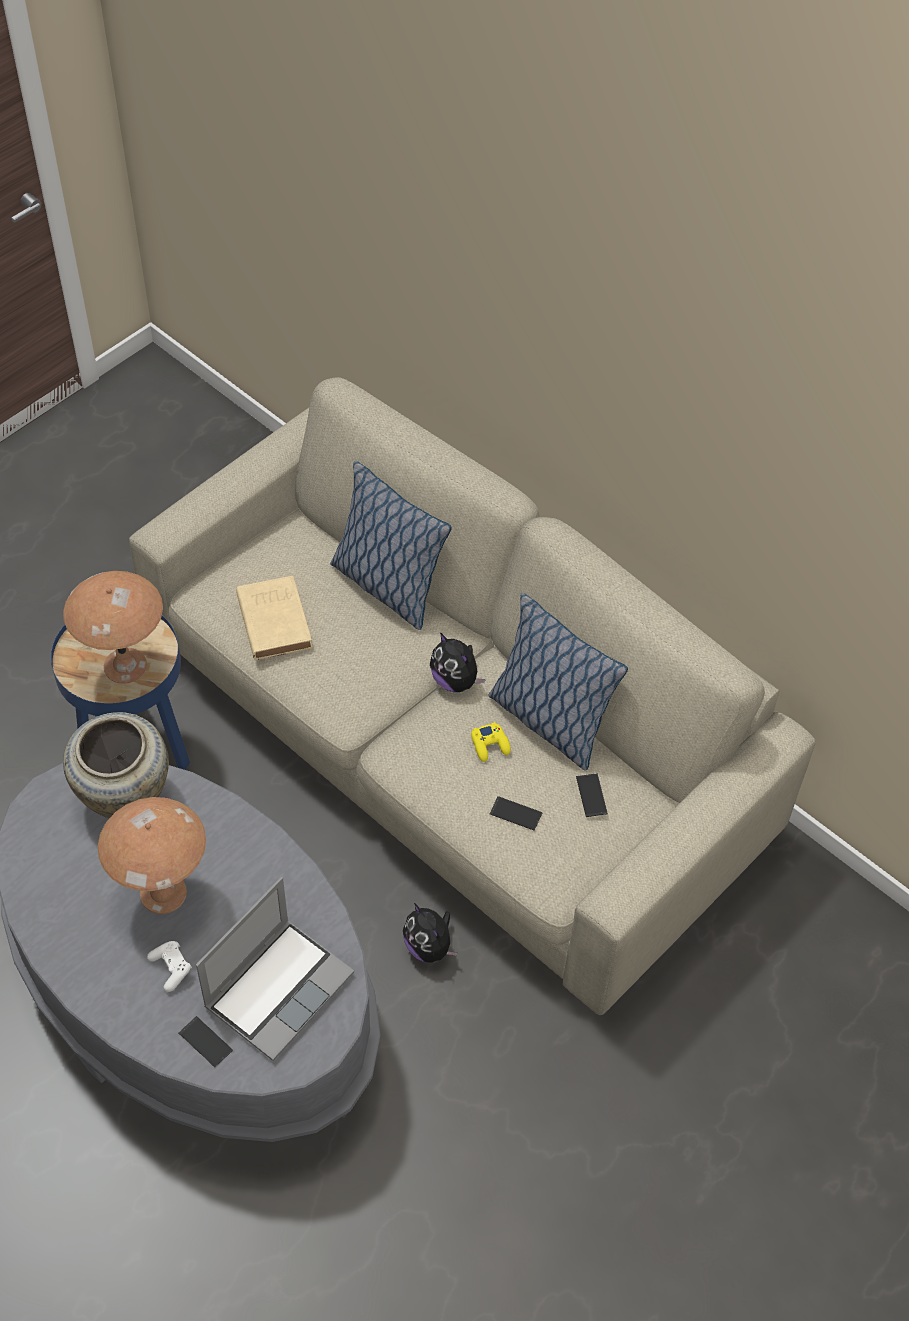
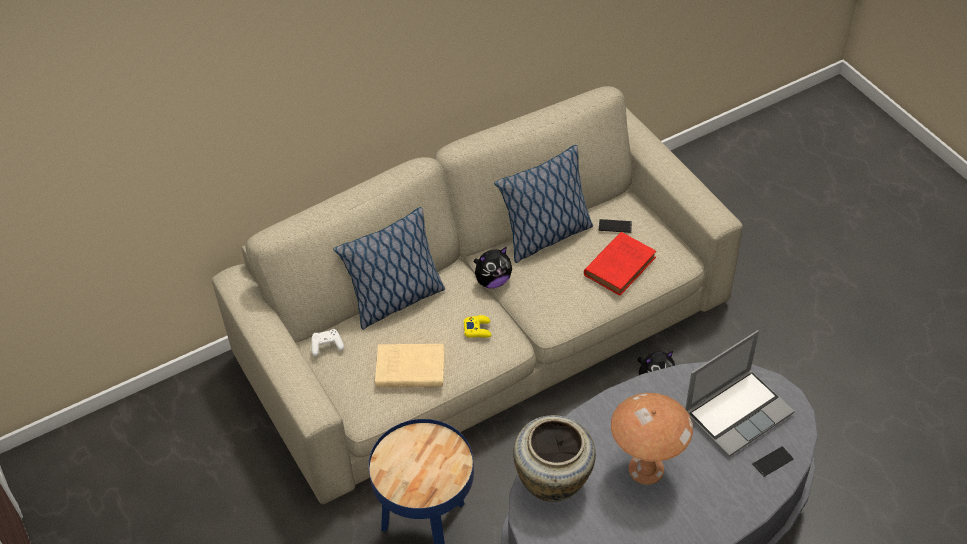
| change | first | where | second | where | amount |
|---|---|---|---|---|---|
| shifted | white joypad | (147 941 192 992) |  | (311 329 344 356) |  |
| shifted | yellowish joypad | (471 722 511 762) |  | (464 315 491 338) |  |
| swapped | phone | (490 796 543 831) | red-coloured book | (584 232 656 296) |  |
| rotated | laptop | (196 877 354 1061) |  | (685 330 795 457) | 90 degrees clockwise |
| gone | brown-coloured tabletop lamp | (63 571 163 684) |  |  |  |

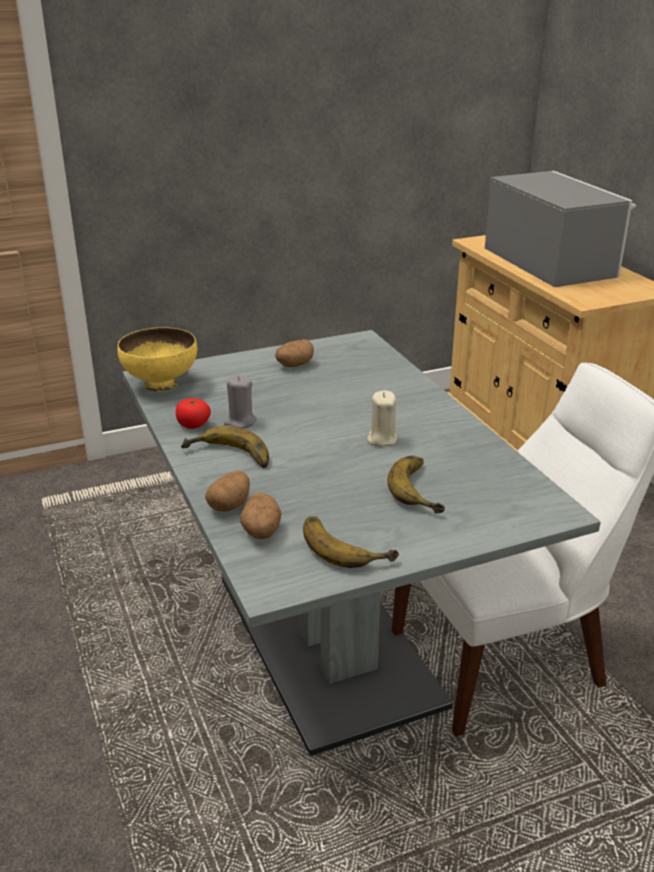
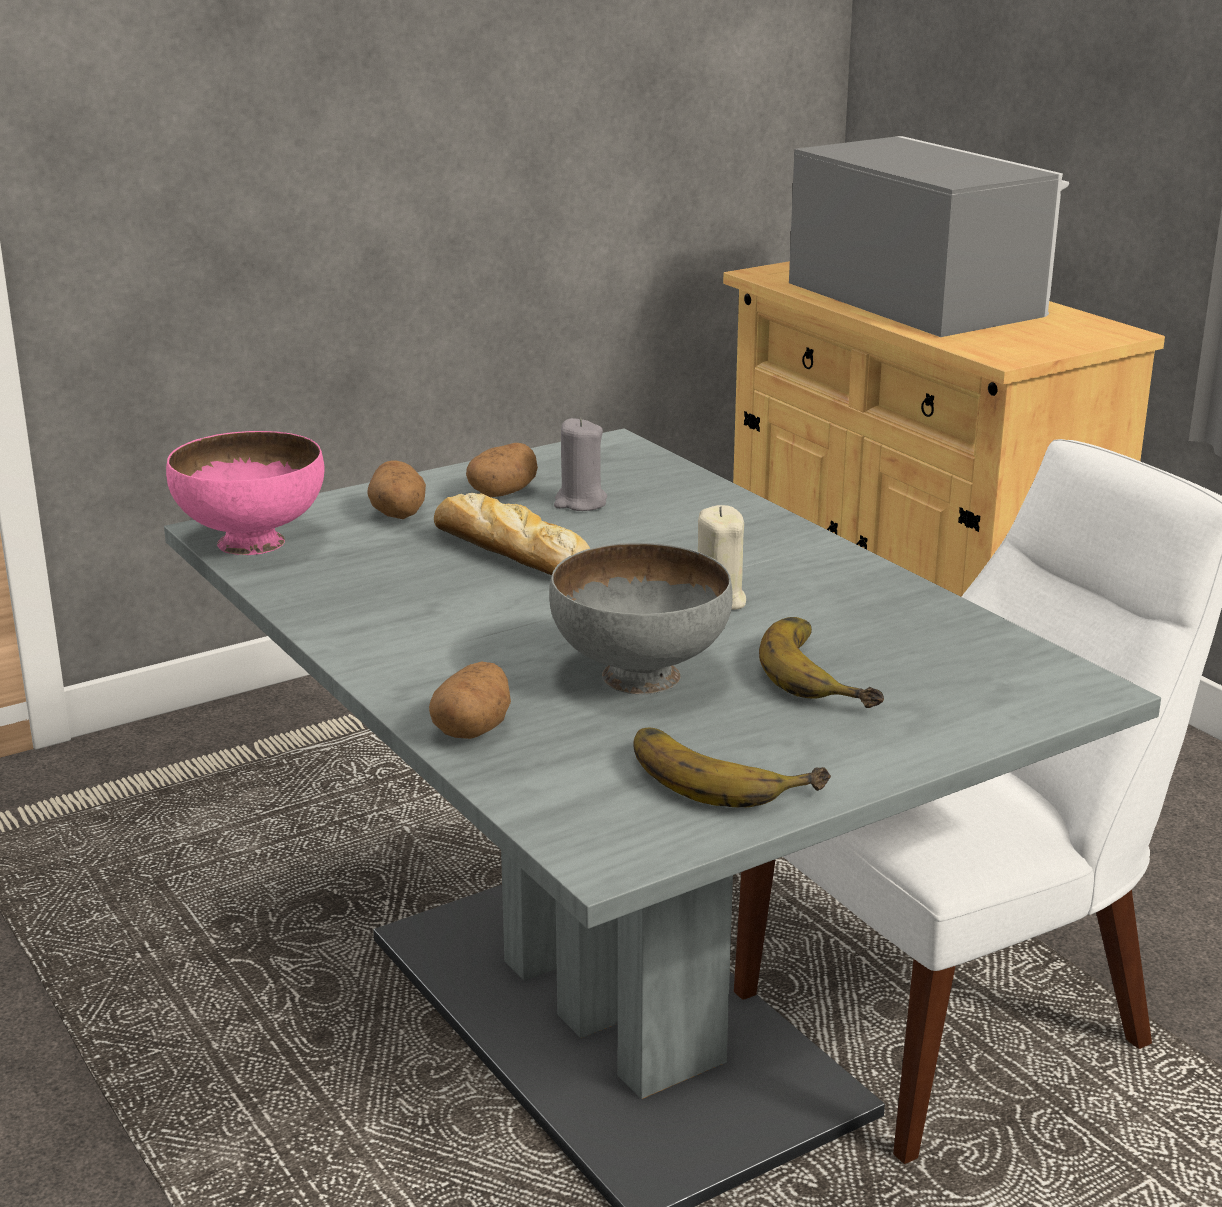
| change | first | where | second | where | amount |
|---|---|---|---|---|---|
| repainted | yellowish serving bowl | (117 327 197 392) | pink serving bowl | (166 431 324 555) |  |
| shifted | potato | (240 493 281 539) |  | (368 460 426 519) |  |
| new |  |  | bread | (434 493 590 576) |  |
| new |  |  | grey serving bowl | (549 543 733 695) |  |
| shifted | grey wax light | (224 374 257 429) |  | (554 418 607 511) |  |
| gone | fresh tomato | (176 398 211 429) |  |  |  |
| gone | banana | (181 426 269 468) |  |  |  |

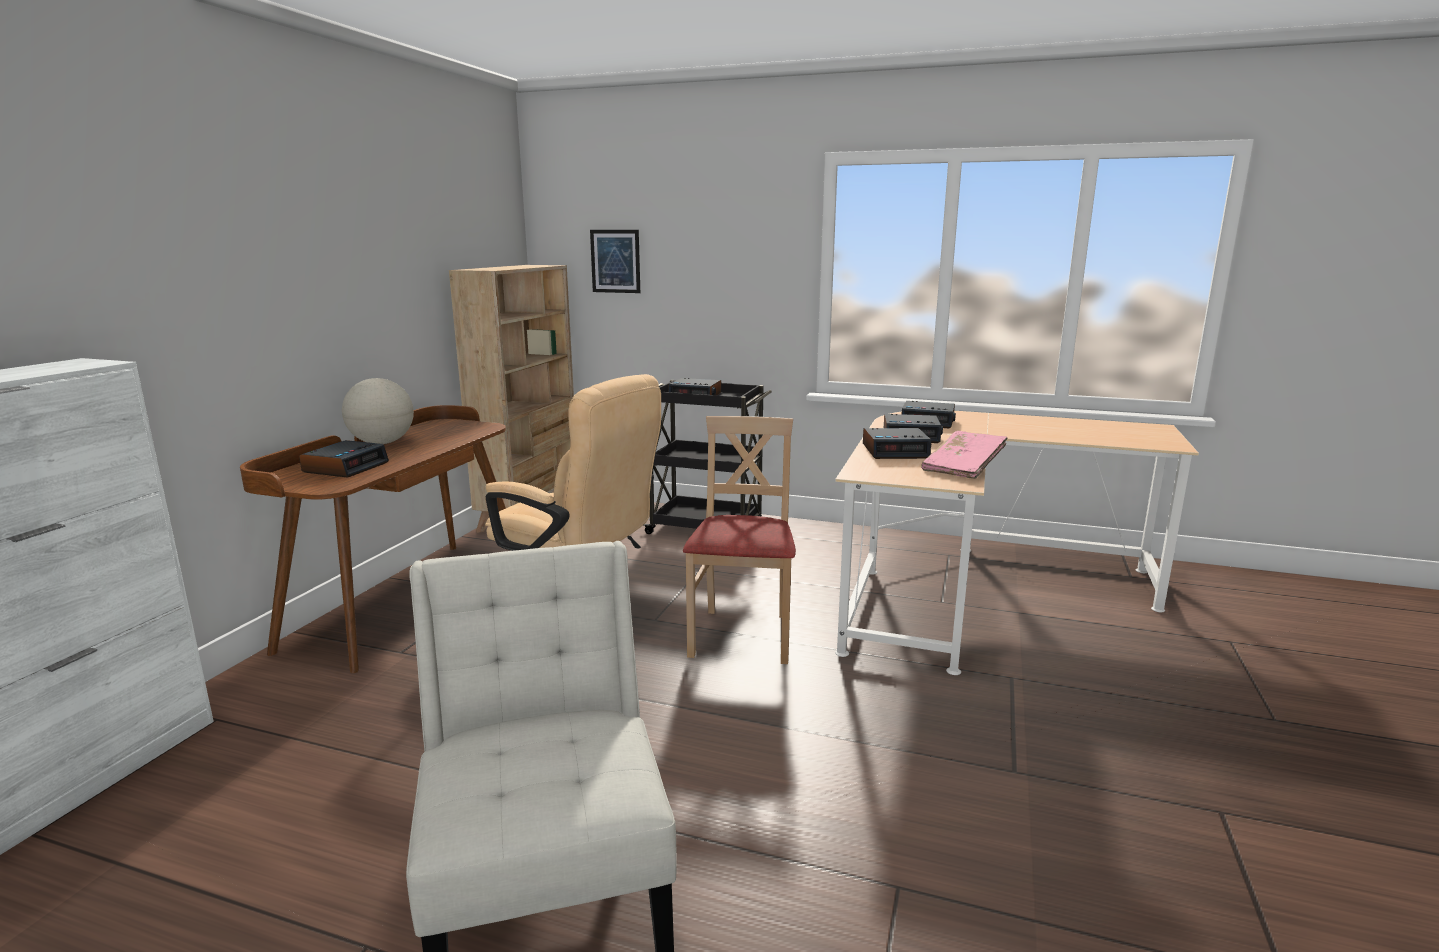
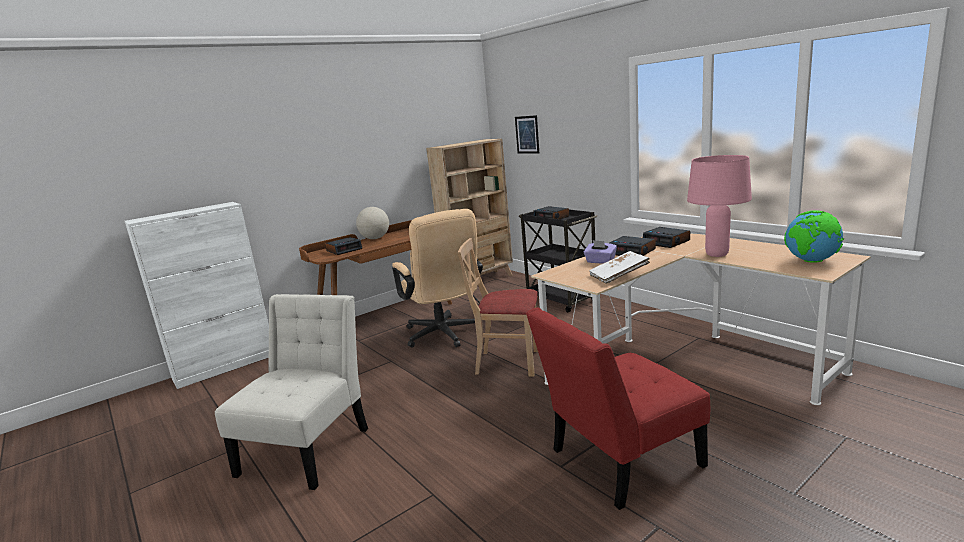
| change | first | where | second | where | amount |
|---|---|---|---|---|---|
| rotated | sand-coloured chair | (683 416 796 664) |  | (458 238 538 377) | 120 degrees counterclockwise |
| new |  |  | red-coloured chair | (526 307 710 510) |  |
| swapped | table clock | (863 428 931 459) | purple-coloured tissue box | (584 240 617 264) |  |
| repainted | pink book | (921 431 1008 479) | white book | (589 251 650 284) |  |
| new |  |  | pink tabletop lamp | (687 155 752 257) |  |
| new |  |  | globe | (784 210 844 263) |  |

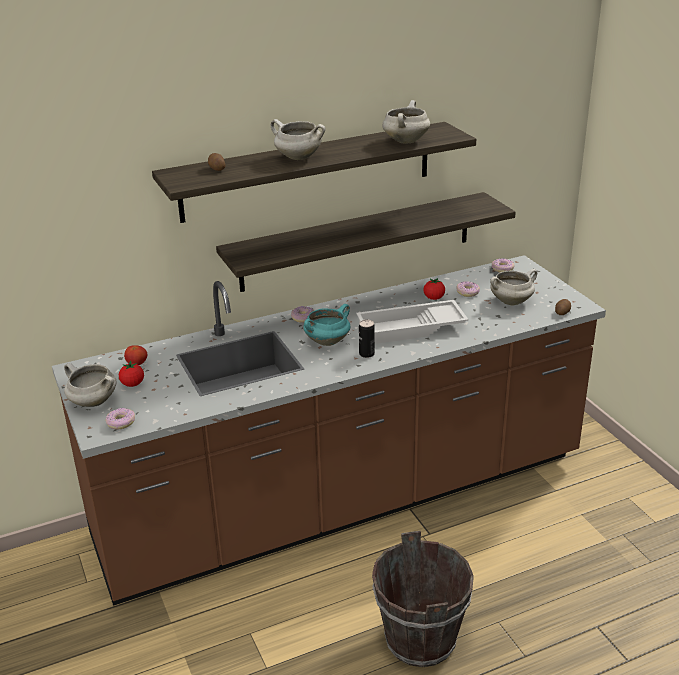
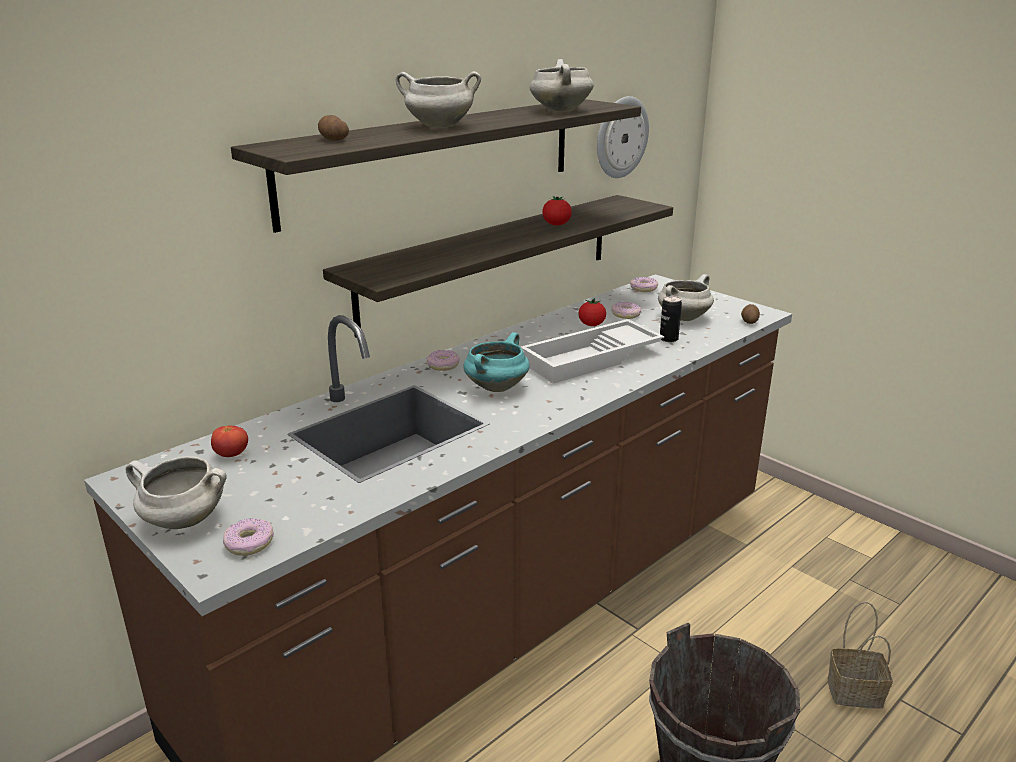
| change | first | where | second | where | amount |
|---|---|---|---|---|---|
| shifted | fresh tomato | (119 361 144 387) |  | (542 196 572 226) |  |
| new |  |  | hanging clock | (597 96 649 178) |  |
| shifted | sealed can | (359 319 375 358) |  | (660 296 682 342) |  |
| new |  |  | basket | (828 602 893 709) |  |

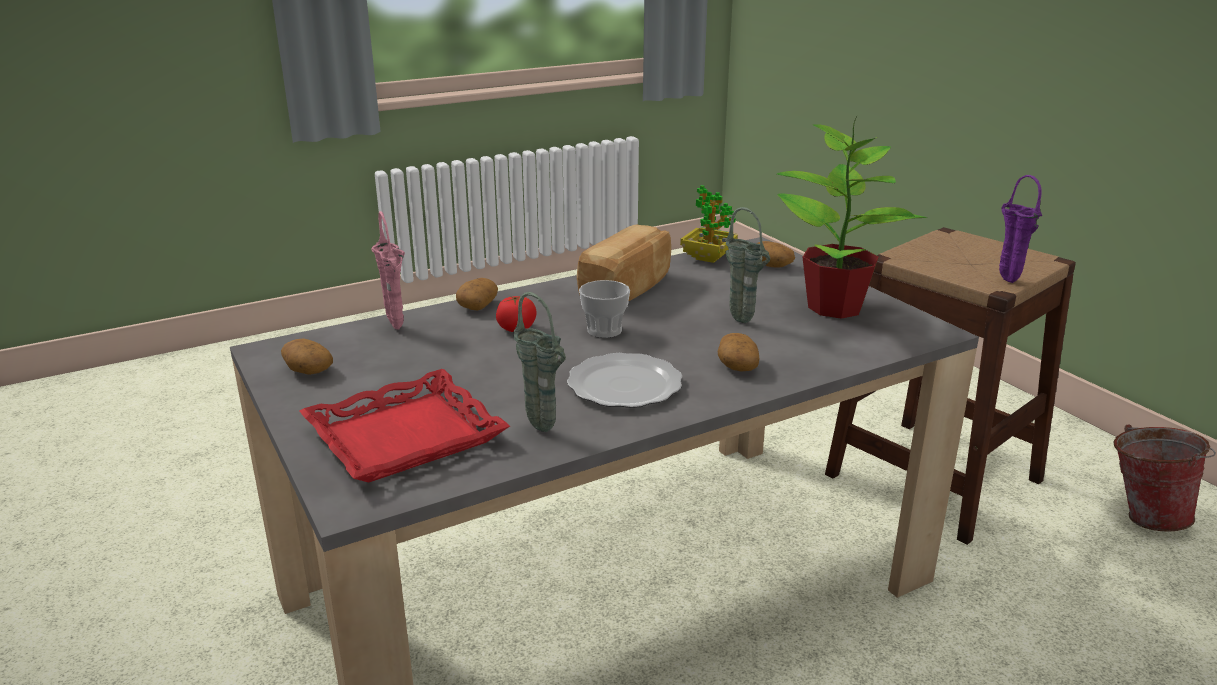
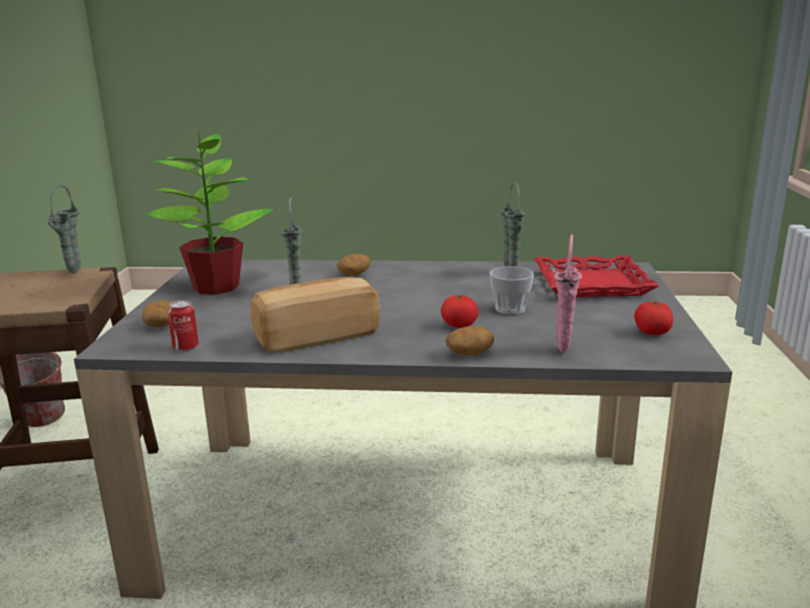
| change | first | where | second | where | amount |
|---|---|---|---|---|---|
| repainted | purple-coloured decorative vase | (999 175 1042 283) | green-coloured decorative vase | (48 184 81 274) |  |
| swapped | potted plant | (680 185 738 263) | sealed can | (167 300 199 351) |  |
| shifted | cup | (579 280 630 338) |  | (489 266 534 315) |  |
| swapped | potato | (281 338 333 375) | fresh tomato | (634 301 673 335) |  |
| gone | dinner plate | (567 353 682 408) |  |  |  |

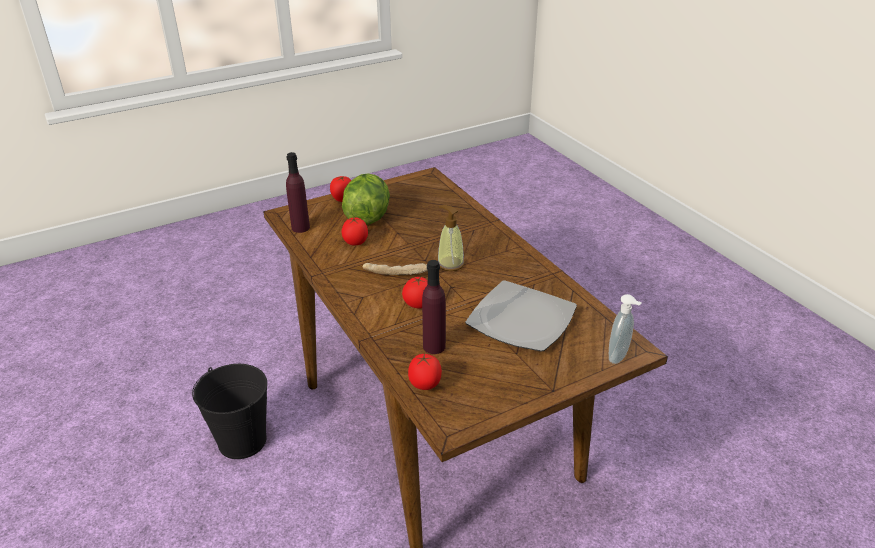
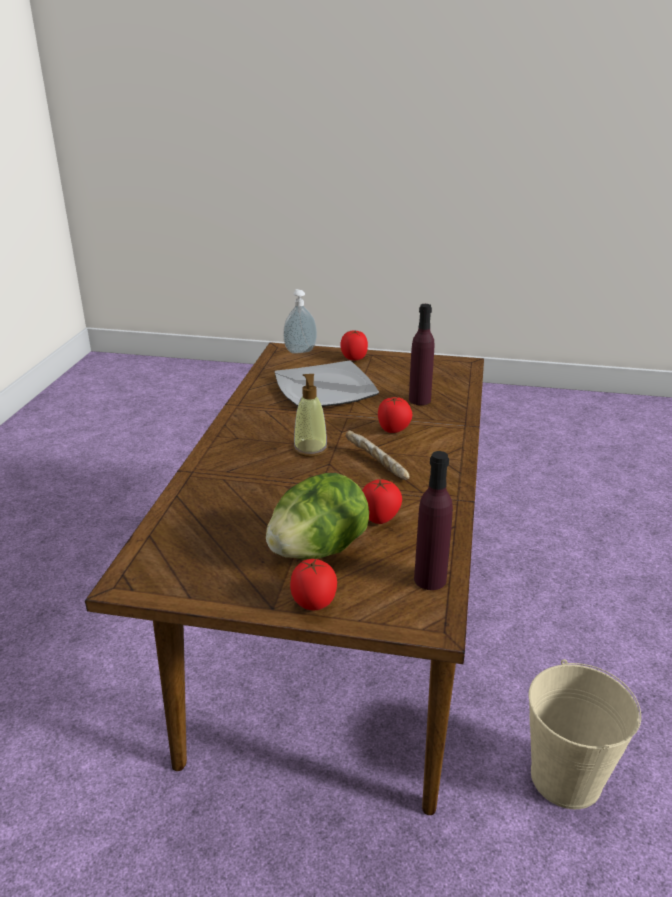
| change | first | where | second | where | amount |
|---|---|---|---|---|---|
| shifted | fresh tomato | (408 353 442 390) |  | (340 330 368 360) |  |
| repainted | black-coloured pail | (192 364 267 459) | sand-coloured pail | (529 659 641 809) |  |

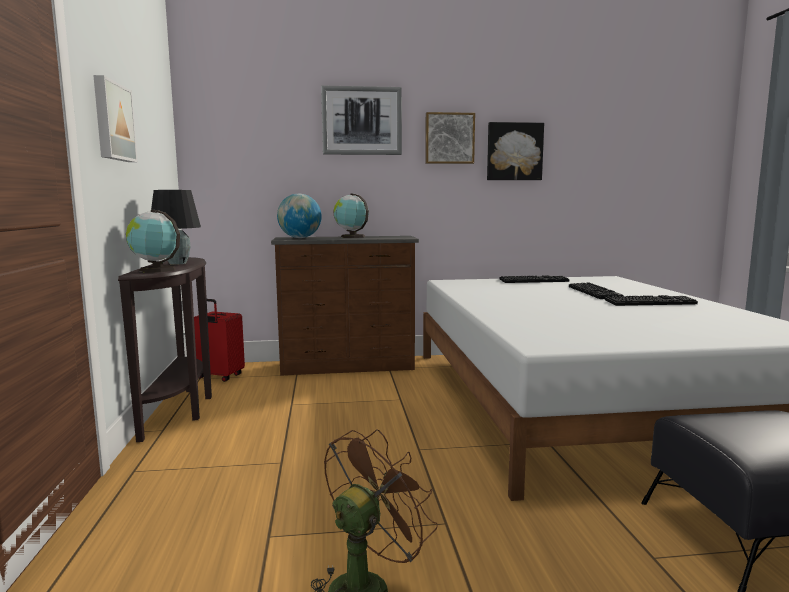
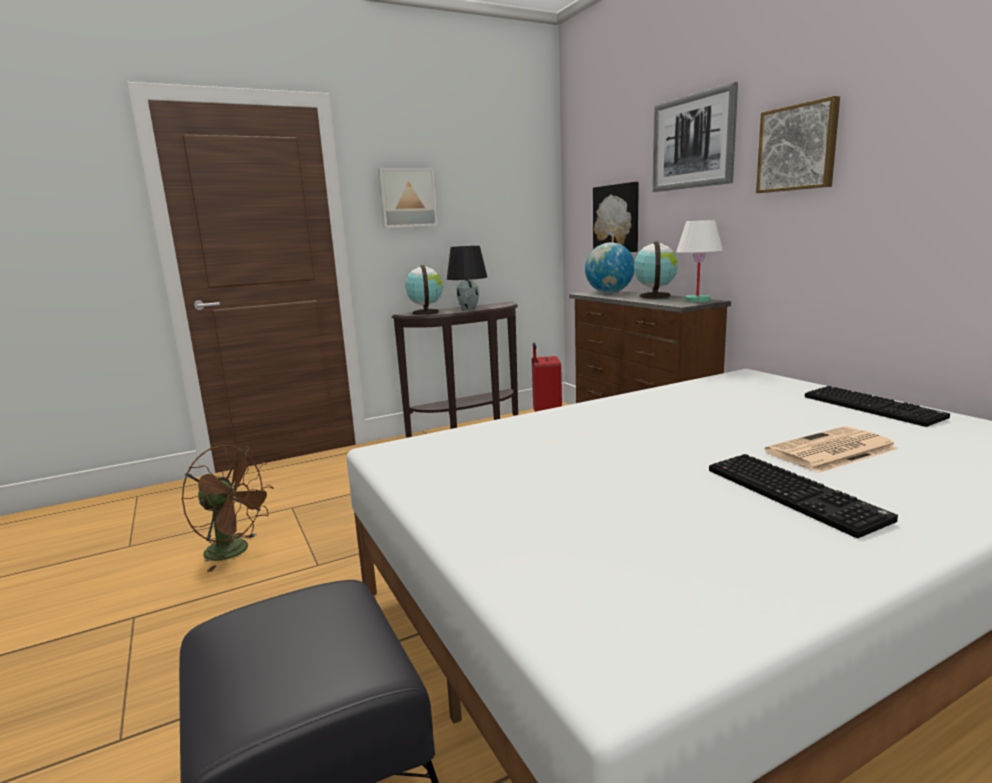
| change | first | where | second | where | amount |
|---|---|---|---|---|---|
| shifted | wall picture | (487 122 544 180) |  | (593 182 639 252) |  |
| new |  |  | white tabletop lamp | (676 220 723 302) |  |
| swapped | keyboard | (569 282 623 299) | newspaper | (765 426 899 473) |  |

